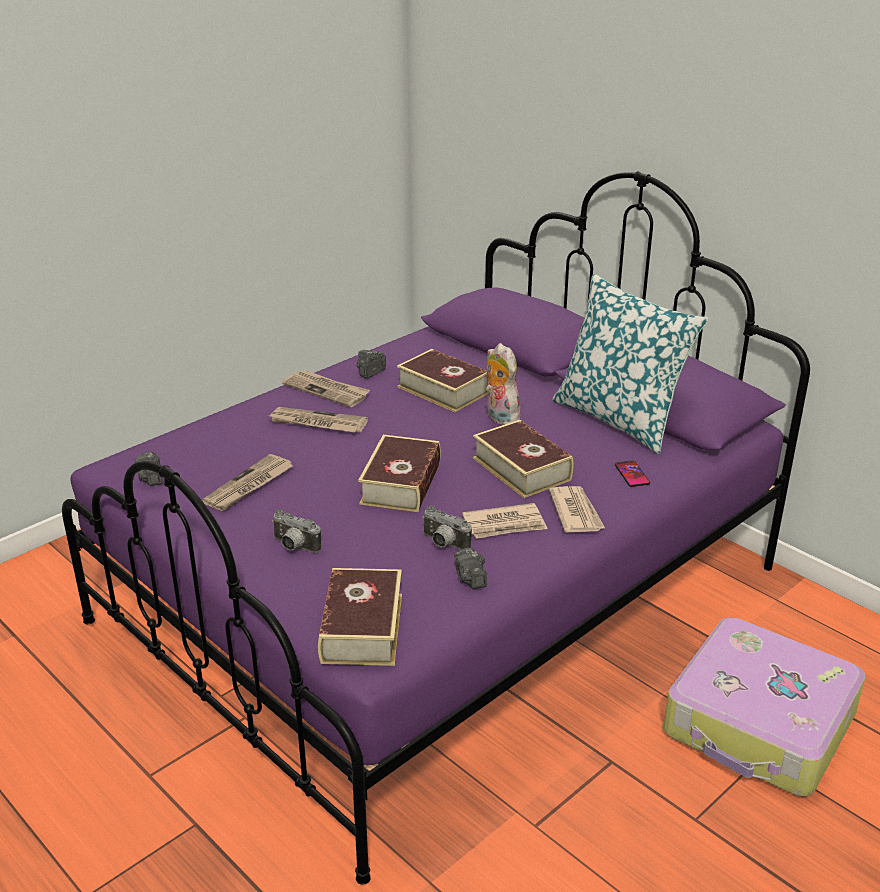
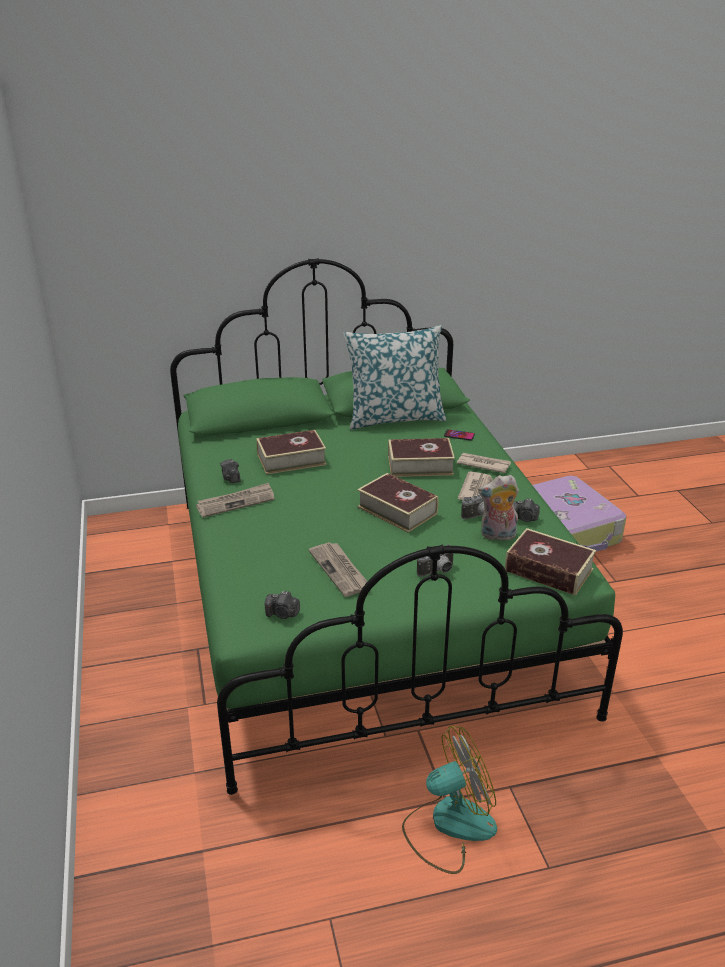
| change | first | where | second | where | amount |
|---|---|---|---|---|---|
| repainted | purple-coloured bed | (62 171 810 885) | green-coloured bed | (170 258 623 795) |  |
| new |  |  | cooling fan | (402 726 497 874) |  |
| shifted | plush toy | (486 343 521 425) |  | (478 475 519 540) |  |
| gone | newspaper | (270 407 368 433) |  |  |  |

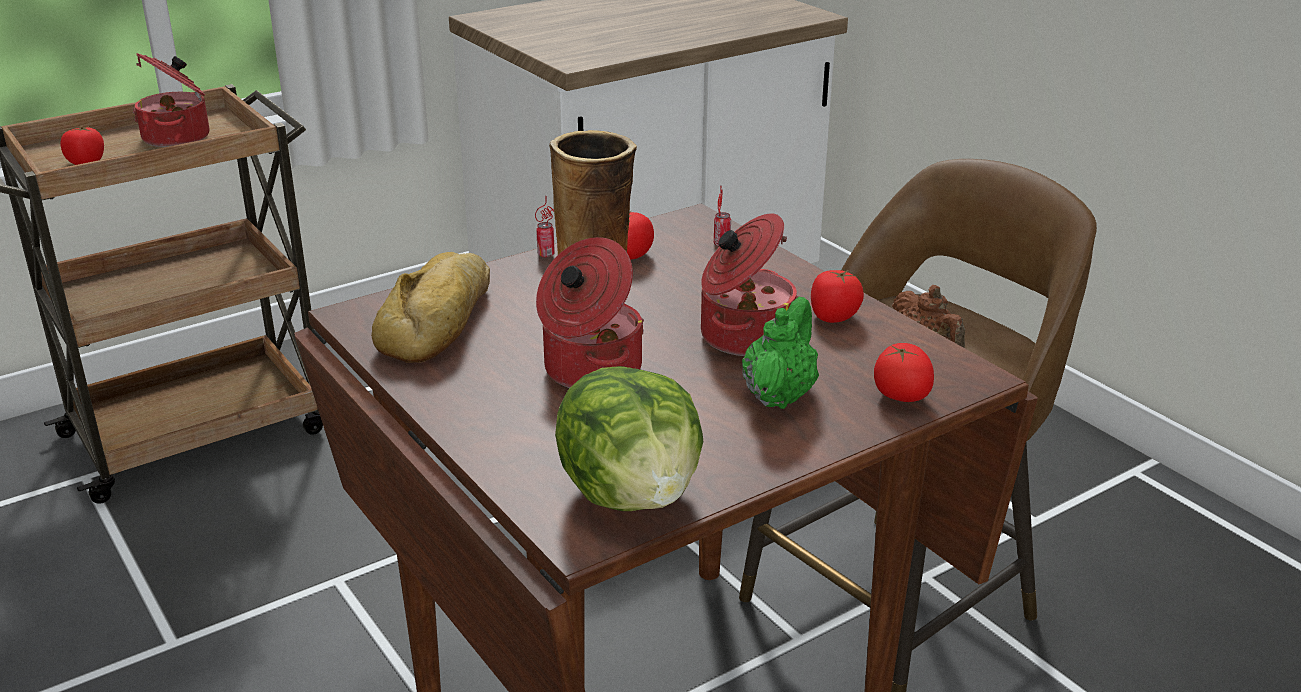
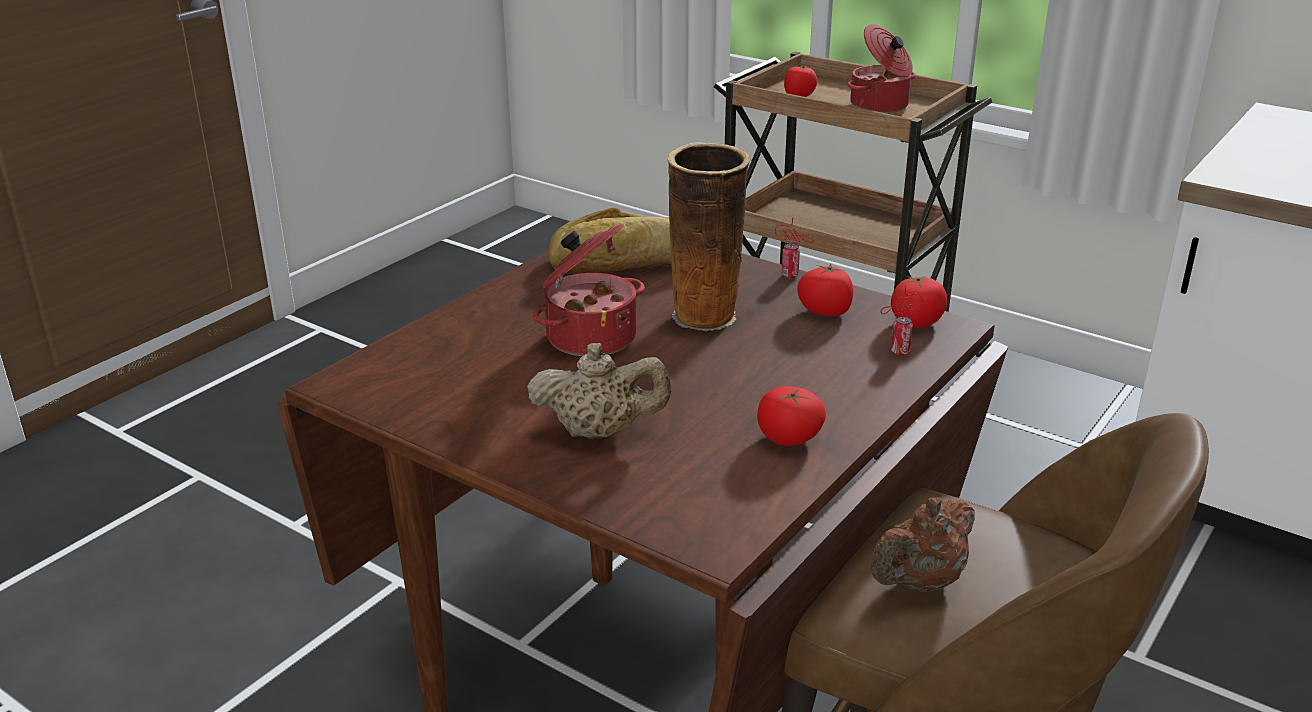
| change | first | where | second | where | amount |
|---|---|---|---|---|---|
| repainted | green-coloured tea pot | (742 297 819 409) | sand-coloured tea pot | (527 343 672 439) |  |
| shifted | fresh tomato | (874 343 934 402) |  | (891 276 947 328) |  |
| gone | head of lettuce | (555 366 703 511) |  |  |  |
| gone | cooking pot | (701 213 799 356) |  |  |  |

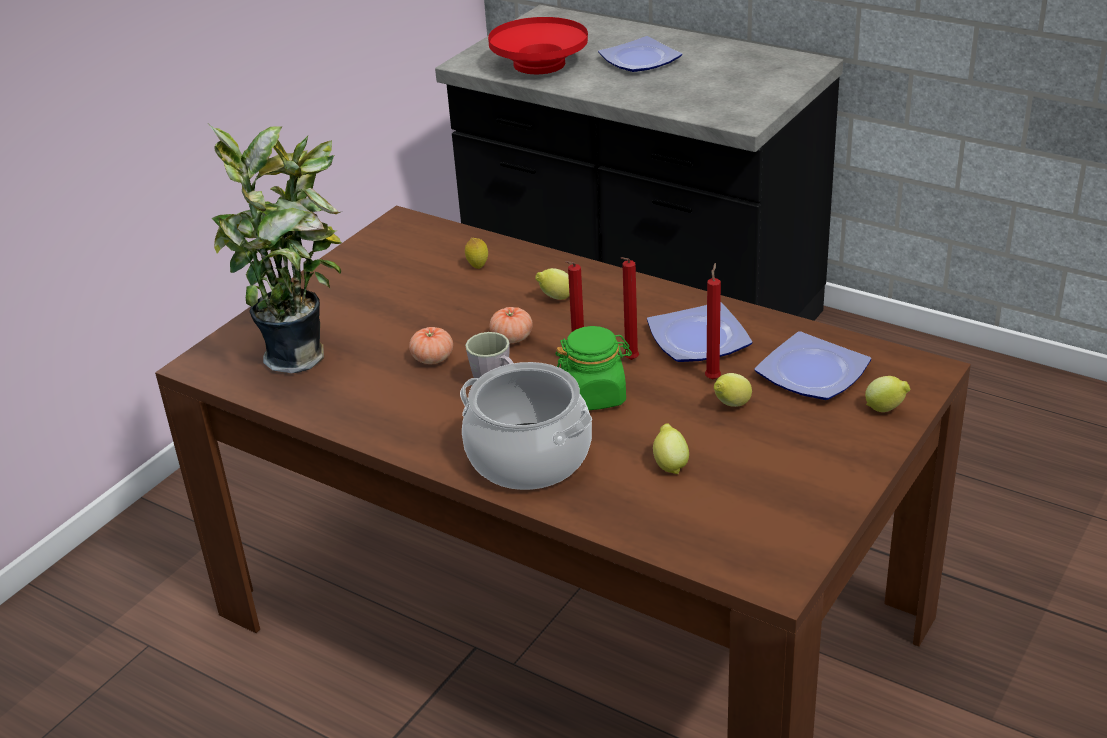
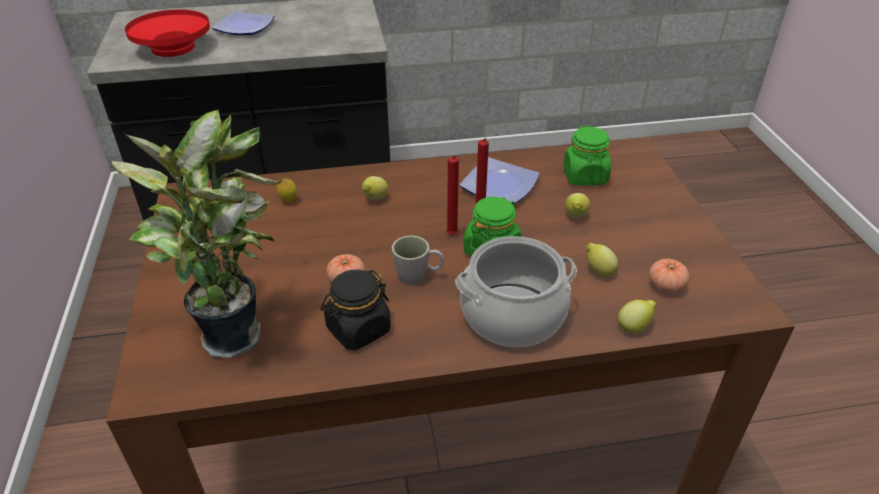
| change | first | where | second | where | amount |
|---|---|---|---|---|---|
| new |  |  | black-coloured preserve jar | (321 270 391 350) |  |
| swapped | dinner plate | (754 331 871 400) | green-coloured preserve jar | (563 125 611 185) |  |
| shifted | lemon | (865 376 911 412) |  | (617 300 657 333) |  |
| shifted | fresh tomato | (490 307 533 343) |  | (649 259 689 293) |  |
| gone | red-coloured wax light | (705 263 721 380) |  |  |  |

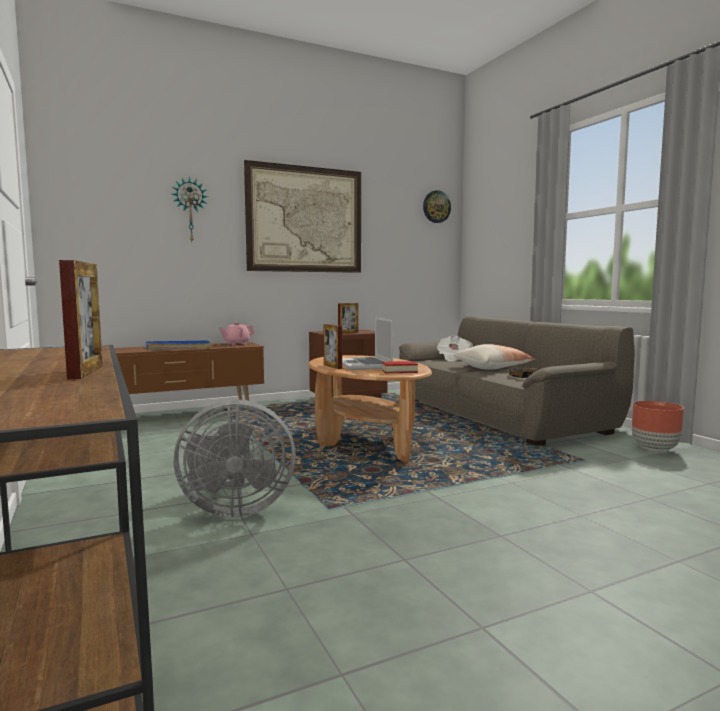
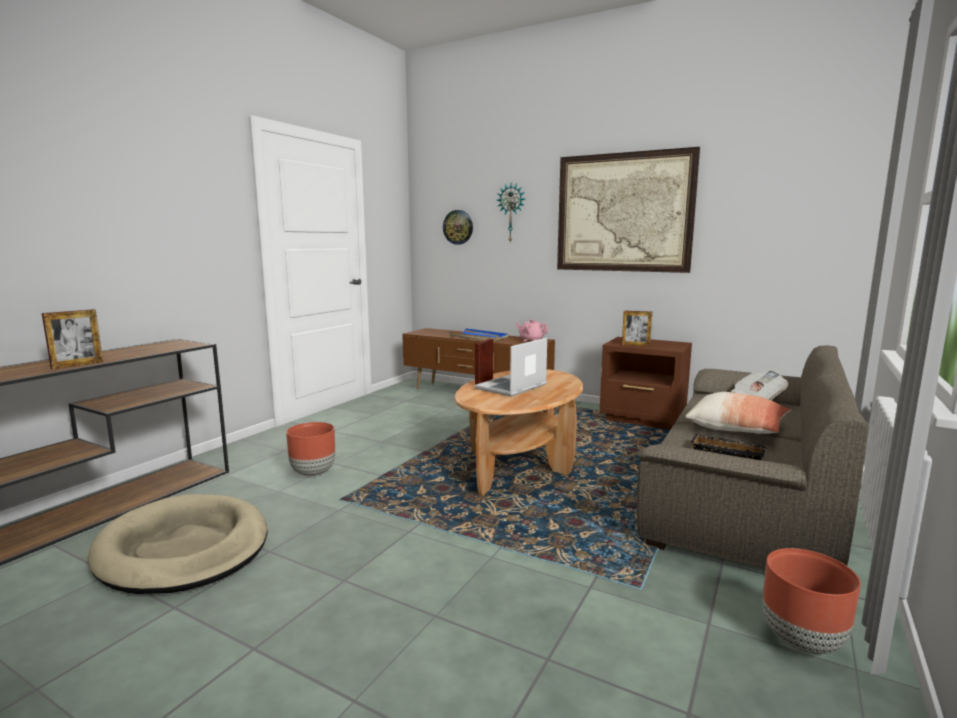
| change | first | where | second | where | amount |
|---|---|---|---|---|---|
| new |  |  | sand-coloured dog bed | (88 494 268 594) |  |
| swapped | grey cooling fan | (174 399 296 518) | brown-coloured planter | (286 422 335 476) |  |
| shifted | hanging clock | (423 190 451 223) |  | (443 210 473 245) |  |
| gone | book | (382 361 418 373) |  |  |  |

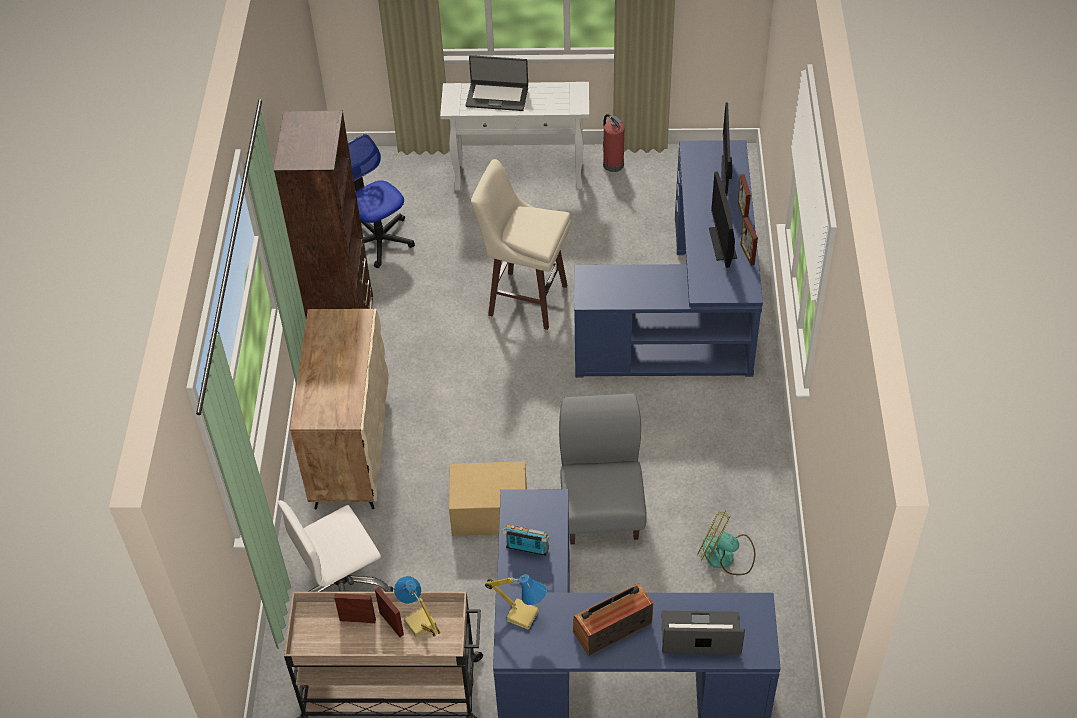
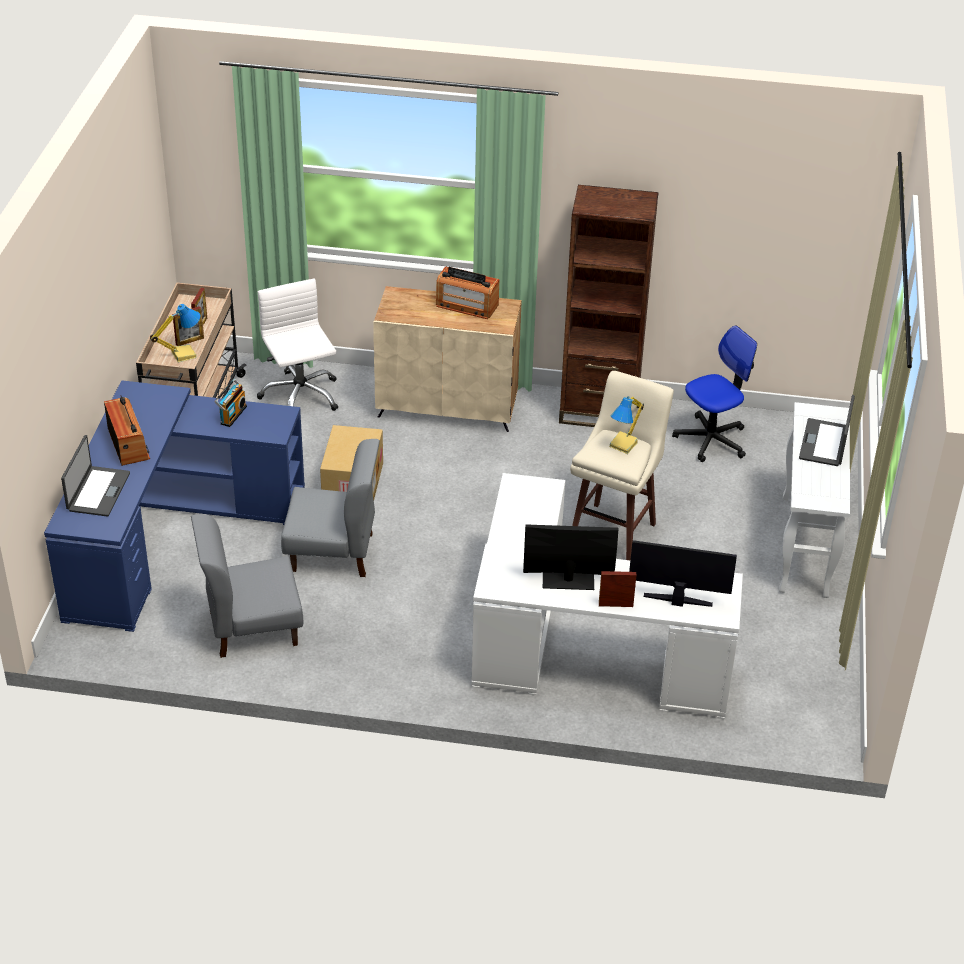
| change | first | where | second | where | amount |
|---|---|---|---|---|---|
| swapped | cooling fan | (697 510 755 575) | grey chair | (191 514 303 658) |  |
| new |  |  | radio set | (436 266 499 319) |  |
| repainted | bluish desk table | (574 140 763 378) | white desk table | (471 473 743 719) |  |
| shifted | tabletop lamp | (485 574 547 630) |  | (609 396 644 454) |  |
| gone | fire-fighting cylinder | (602 114 624 172) |  |  |  |
| gone | picture frame | (740 217 758 266) |  |  |  |

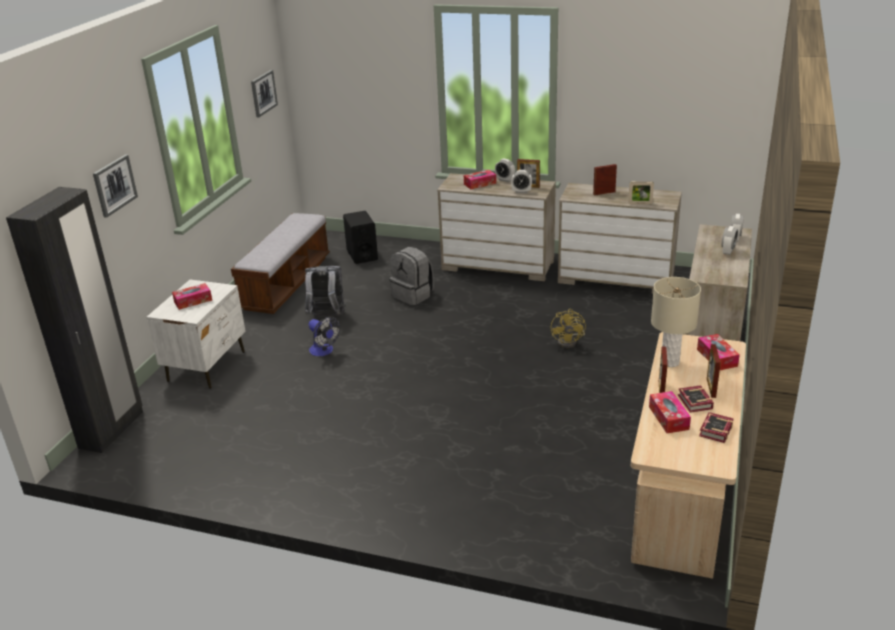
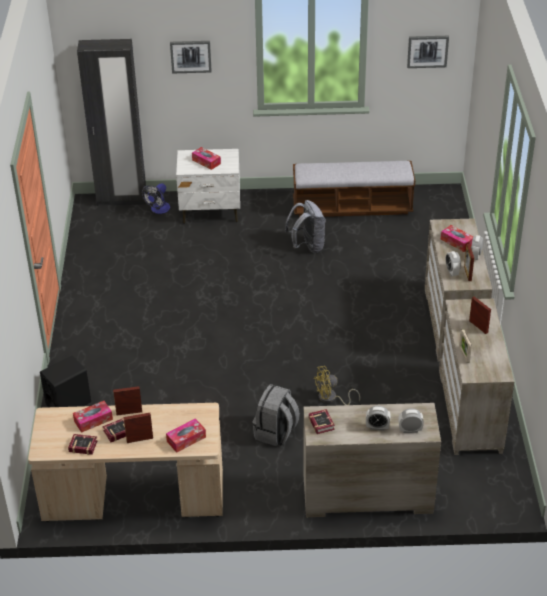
| change | first | where | second | where | amount |
|---|---|---|---|---|---|
| shifted | black-coloured speaker | (343 211 378 264) |  | (40 355 91 407) |  |
| shifted | cooling fan | (309 317 340 356) |  | (142 183 170 214) |  |
| shifted | grey backpack | (390 247 434 305) |  | (252 384 300 446) |  |
| new |  |  | book | (309 409 335 434) |  |
| gone | sand-coloured tabletop lamp | (651 277 701 367) |  |  |  |

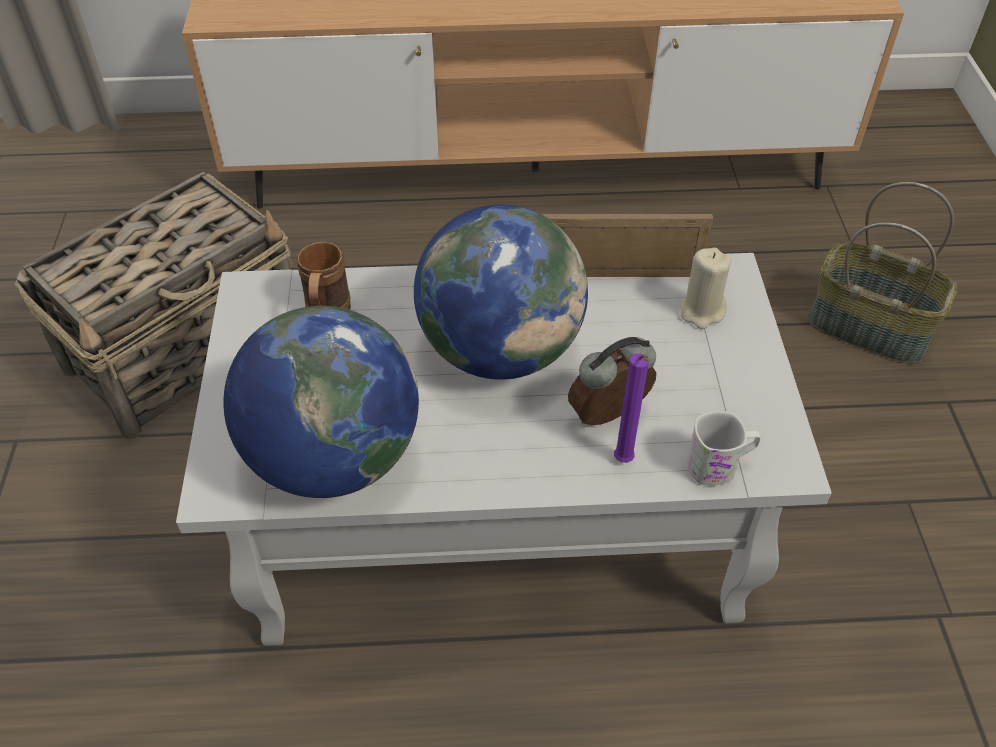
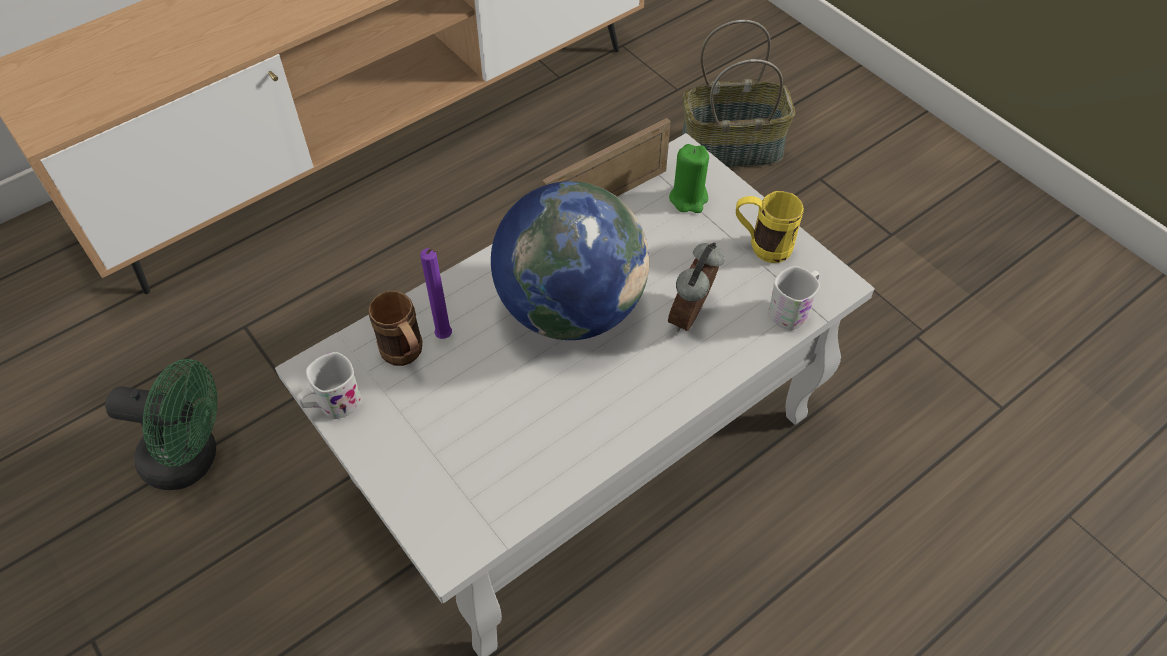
| change | first | where | second | where | amount |
|---|---|---|---|---|---|
| swapped | basket | (15 172 292 439) | green-coloured cooling fan | (105 359 217 490) |  |
| new |  |  | white mug | (297 352 362 419) |  |
| shifted | purple-coloured wax light | (614 353 649 463) |  | (420 248 452 339) |  |
| repainted | sand-coloured wax light | (680 248 732 329) | green-coloured wax light | (669 144 709 213) |  |
| new |  |  | yellowish mug | (736 191 804 263) |  |
| gone | globe | (223 306 419 498) |  |  |  |

